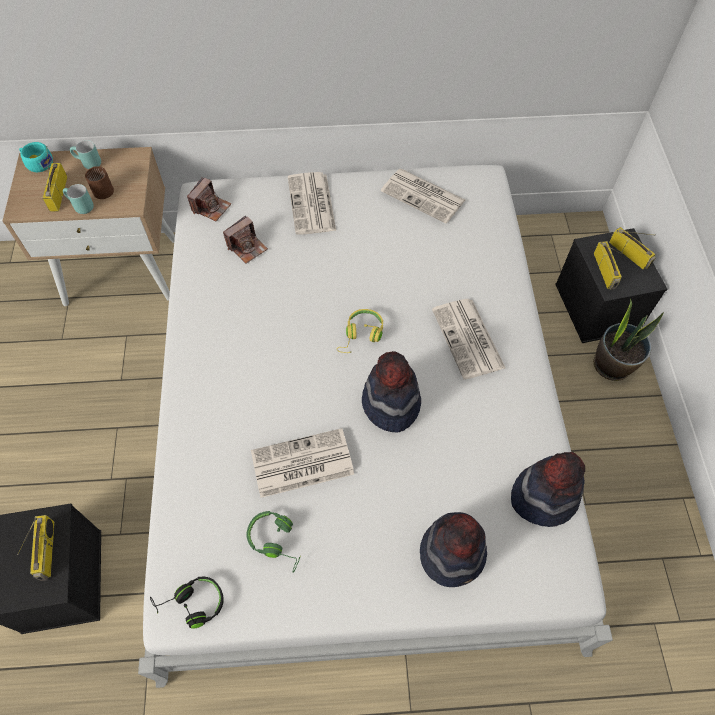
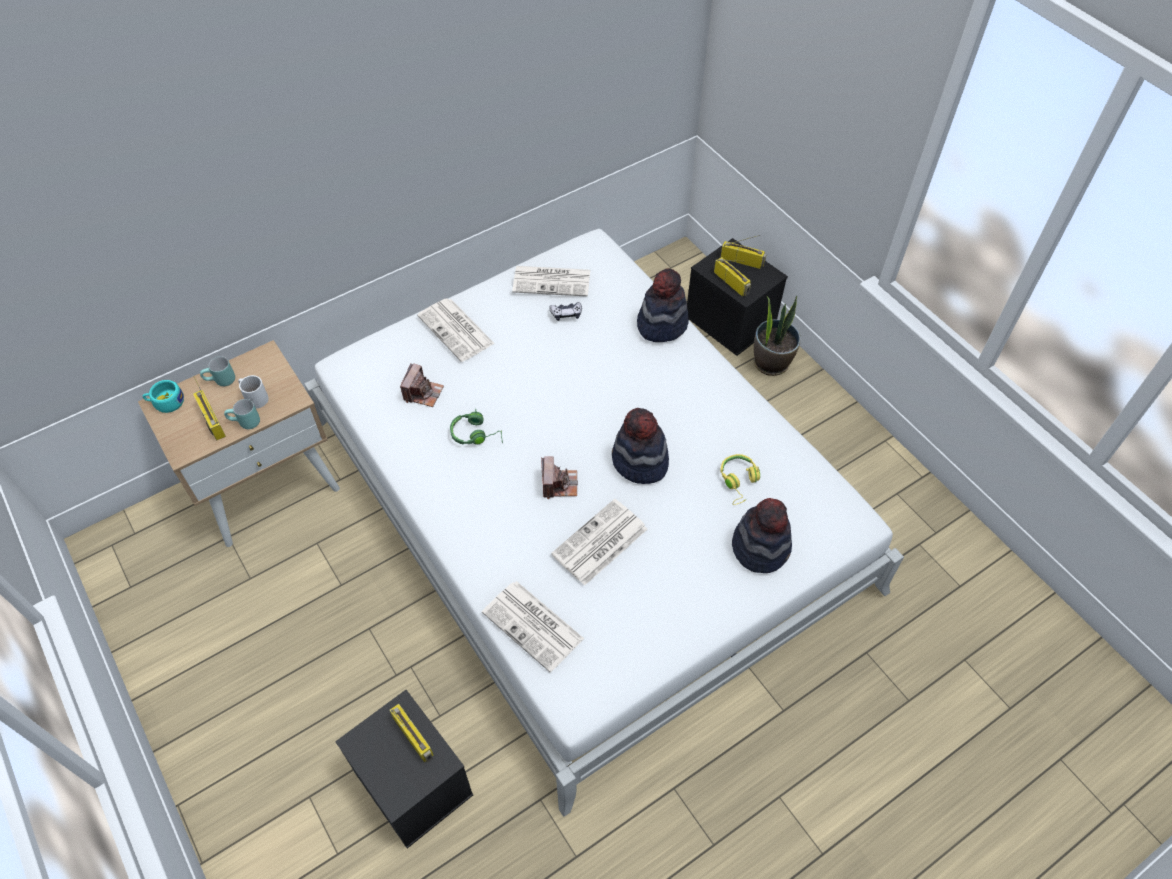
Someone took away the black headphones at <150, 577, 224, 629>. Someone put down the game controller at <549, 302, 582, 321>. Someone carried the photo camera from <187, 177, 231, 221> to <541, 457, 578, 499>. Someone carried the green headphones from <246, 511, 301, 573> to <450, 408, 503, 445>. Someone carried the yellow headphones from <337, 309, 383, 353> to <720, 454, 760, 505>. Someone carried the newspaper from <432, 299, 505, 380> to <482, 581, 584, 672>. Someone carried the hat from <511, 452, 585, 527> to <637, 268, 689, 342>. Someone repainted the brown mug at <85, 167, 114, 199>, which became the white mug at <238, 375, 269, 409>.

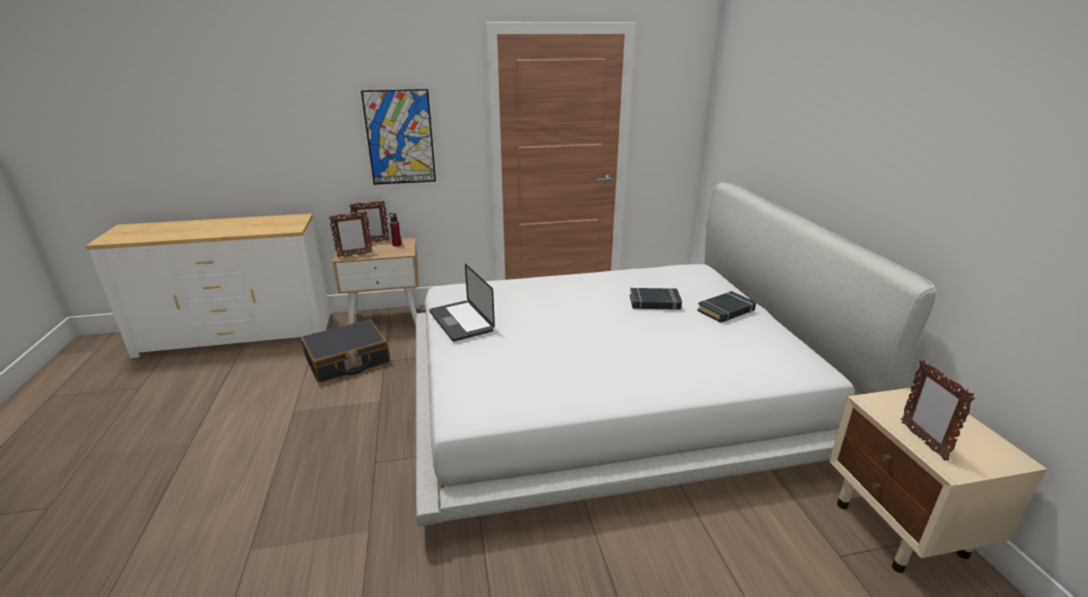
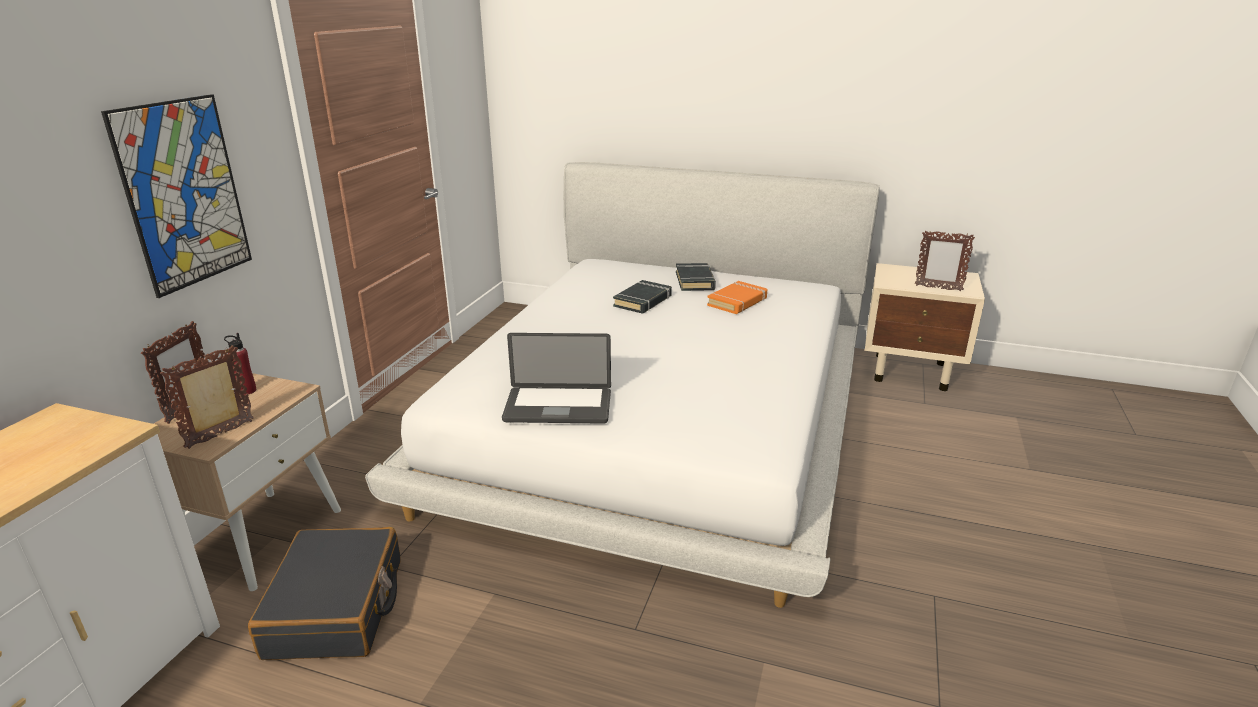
Someone put down the orange book at <707, 281, 767, 314>. Someone rotated the picture frame at <329, 211, 373, 258> by 150 degrees counterclockwise.

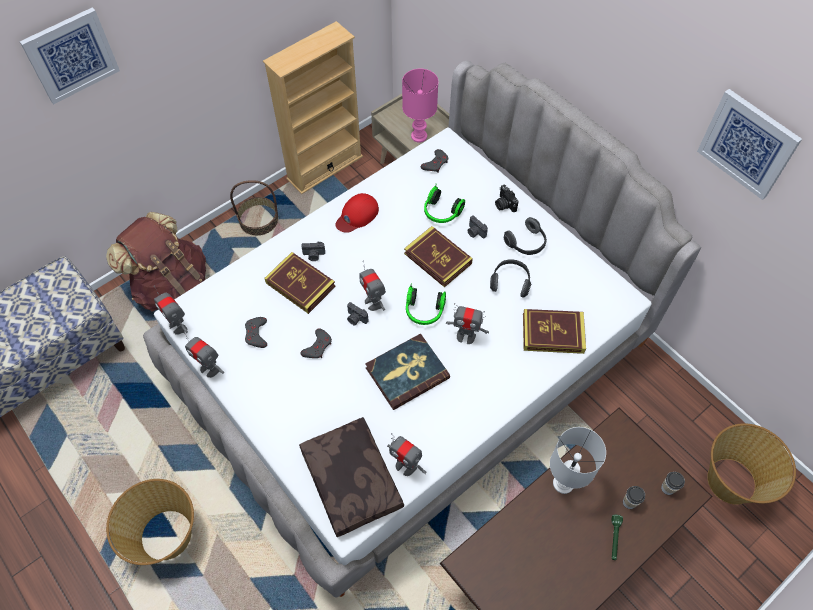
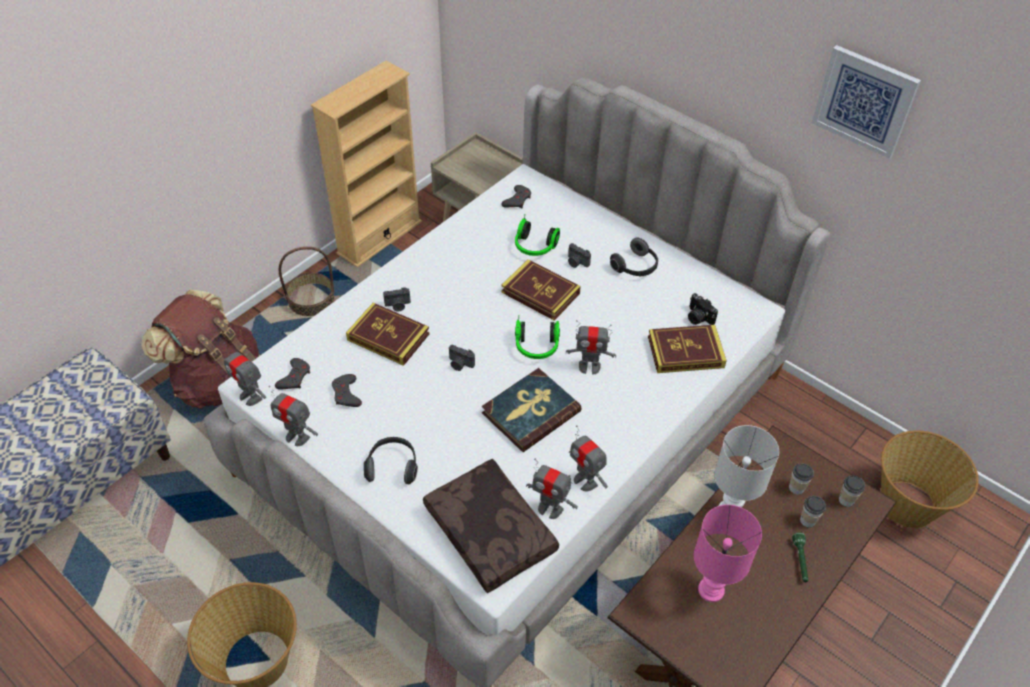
Someone took away the picture at <20, 7, 120, 104>. Someone took away the red cap at <336, 193, 379, 233>. Someone put down the cup at <789, 463, 814, 495>. Someone carried the grey game controller from <300, 329, 332, 358> to <275, 358, 310, 390>. Someone carried the toy robot from <359, 260, 386, 311> to <569, 425, 608, 492>. Someone carried the pink table lamp from <402, 69, 438, 143> to <694, 505, 762, 602>. Someone carried the headphones from <490, 259, 531, 297> to <363, 437, 418, 484>. Someone carried the photo camera from <495, 184, 518, 213> to <688, 293, 718, 325>.

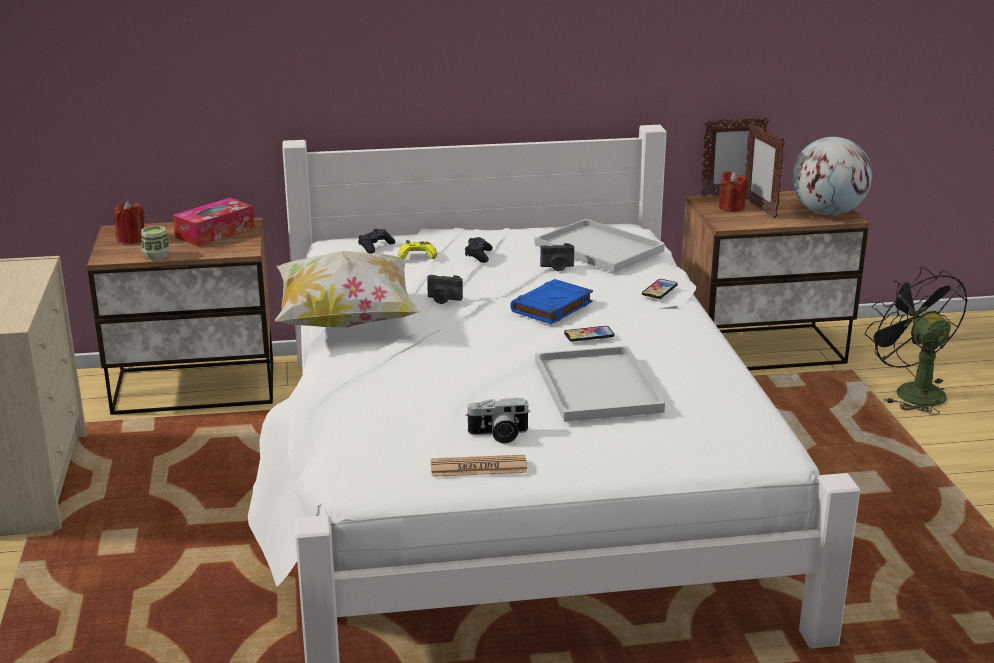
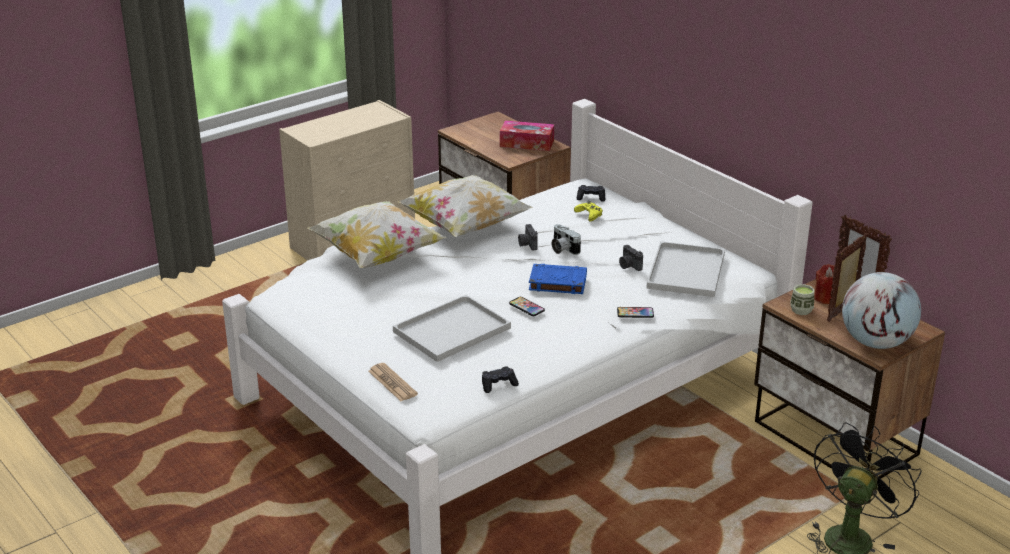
Someone took away the red candle at <114, 201, 144, 244>. Someone put down the pillow at <307, 201, 446, 268>. Someone carried the cup from <141, 226, 169, 260> to <790, 284, 814, 315>. Someone carried the newspaper from <431, 455, 528, 477> to <368, 363, 418, 401>. Someone carried the black game controller from <465, 237, 493, 263> to <482, 366, 519, 393>. Someone carried the photo camera from <465, 398, 530, 444> to <551, 224, 581, 255>.

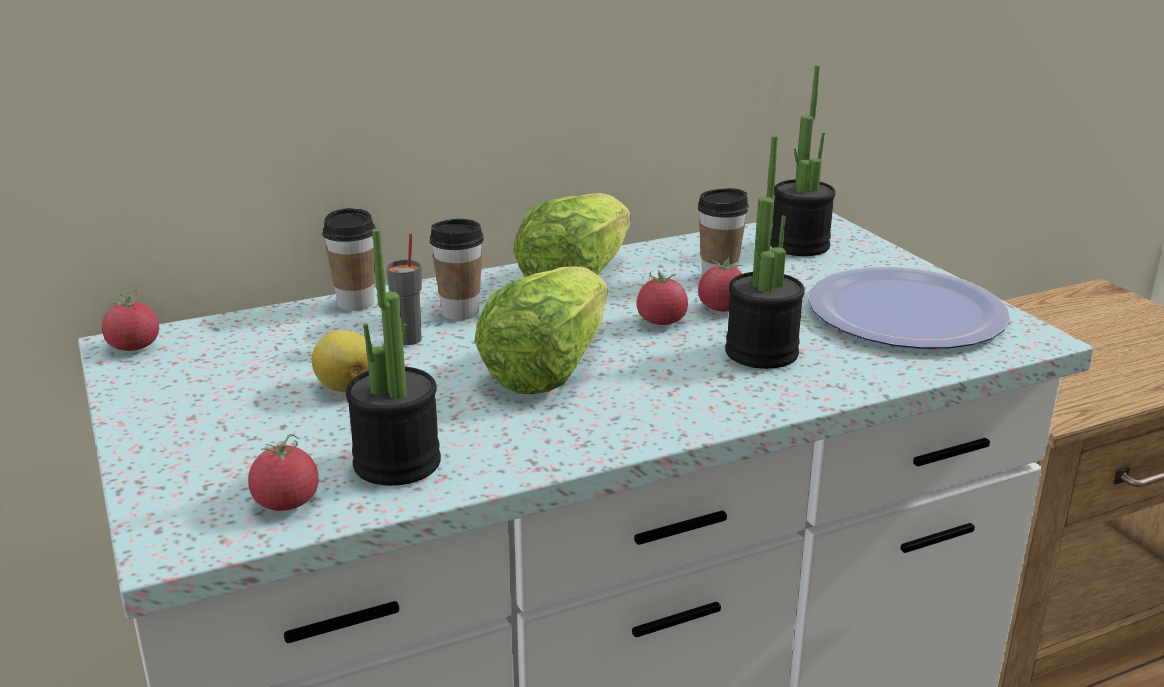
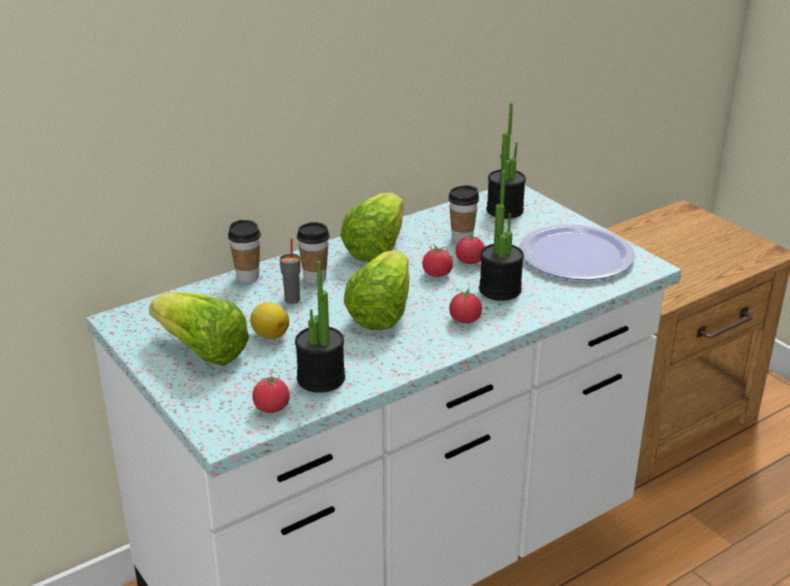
Someone put down the lettuce at <149, 292, 249, 366>. Someone carried the tomato from <102, 291, 159, 351> to <449, 286, 482, 323>.

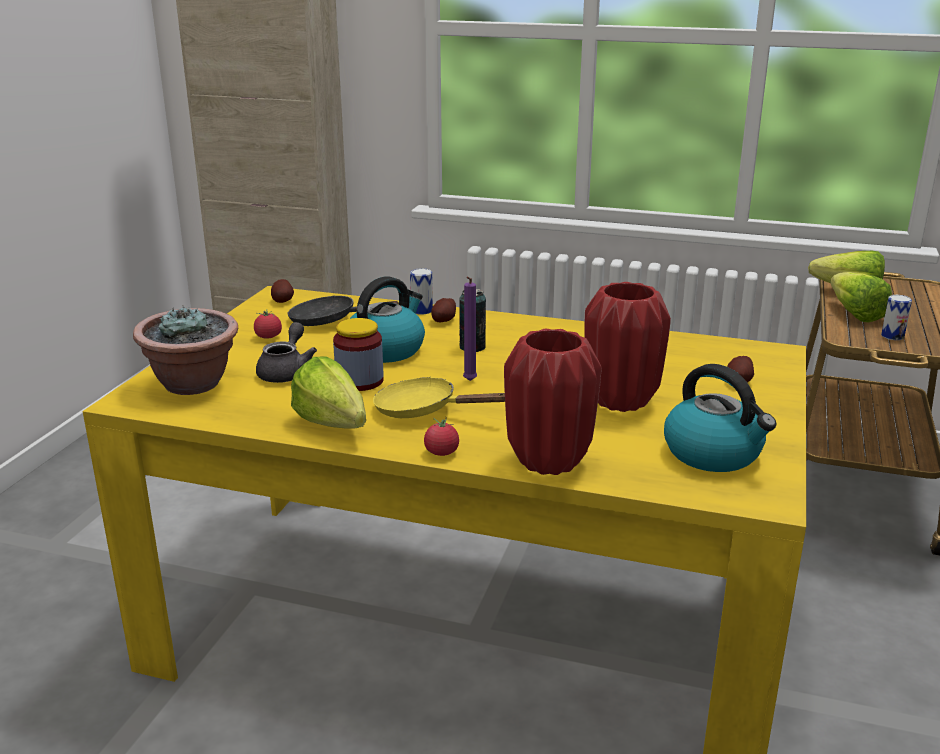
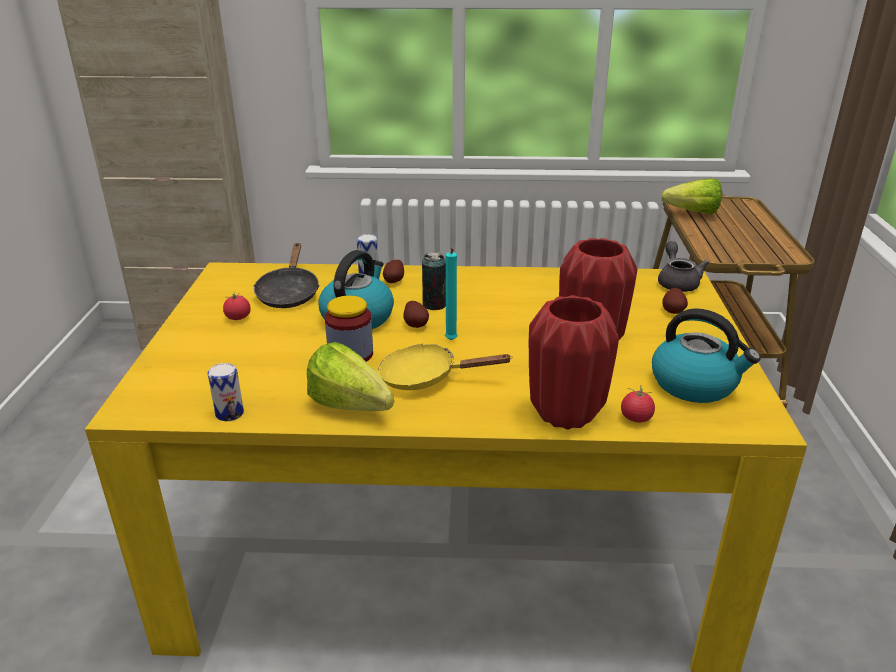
Someone took away the potted plant at <133, 305, 238, 395>. Someone took away the lettuce at <830, 272, 892, 323>. Someone carried the grey teapot from <256, 322, 317, 383> to <658, 241, 709, 292>. Someone carried the potato from <271, 279, 294, 303> to <403, 301, 429, 328>. Someone carried the tomato from <424, 416, 459, 456> to <621, 386, 655, 423>. Someone carried the can from <881, 295, 912, 340> to <207, 363, 244, 421>. Someone repainted the purple candle at <463, 277, 477, 381>, which became the turquoise candle at <445, 248, 458, 340>. Someone rotated the black frying pan at <287, 295, 399, 326> by 90 degrees counterclockwise.

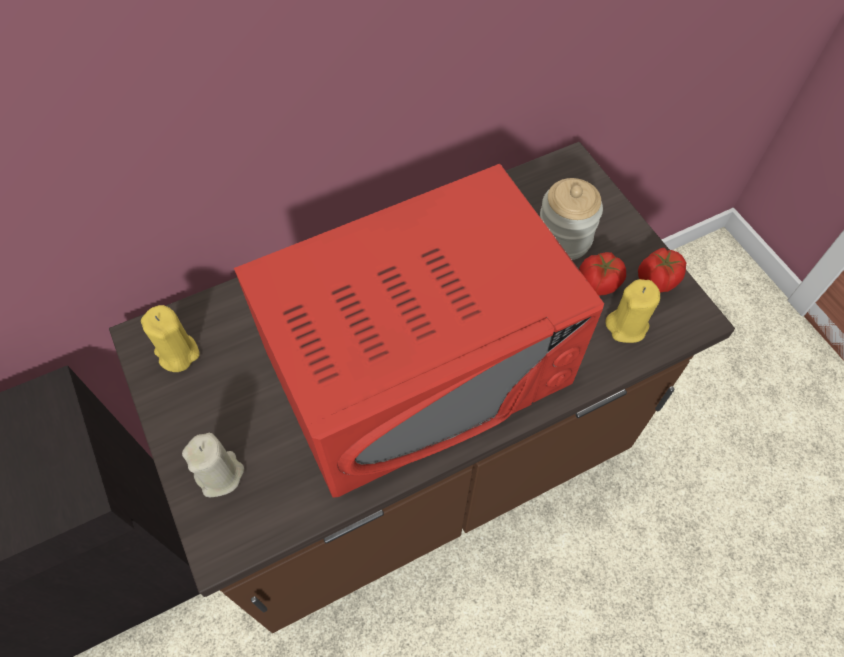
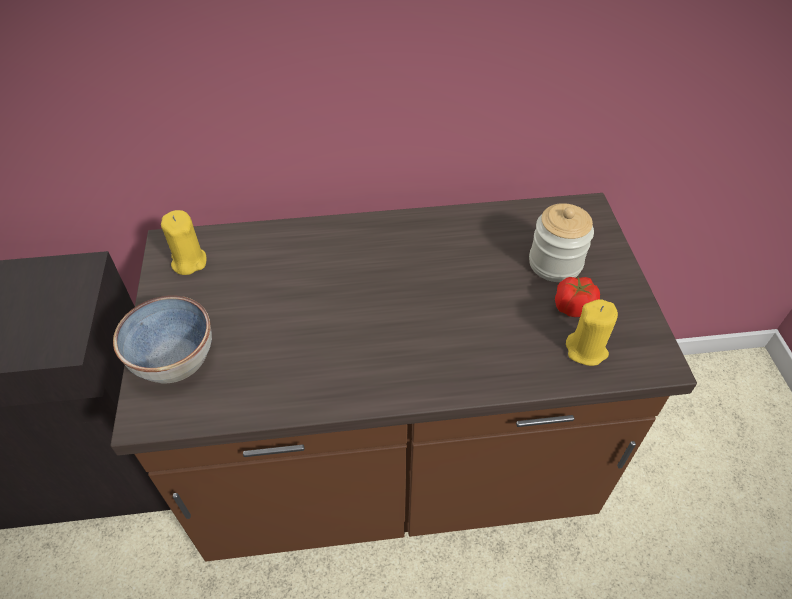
Someone took away the red microwave at <234, 164, 604, 498>. Someone took away the tomato at <638, 248, 686, 293>. Someone swapped the beige candle at <182, 433, 244, 497> for the bowl at <113, 296, 212, 383>.

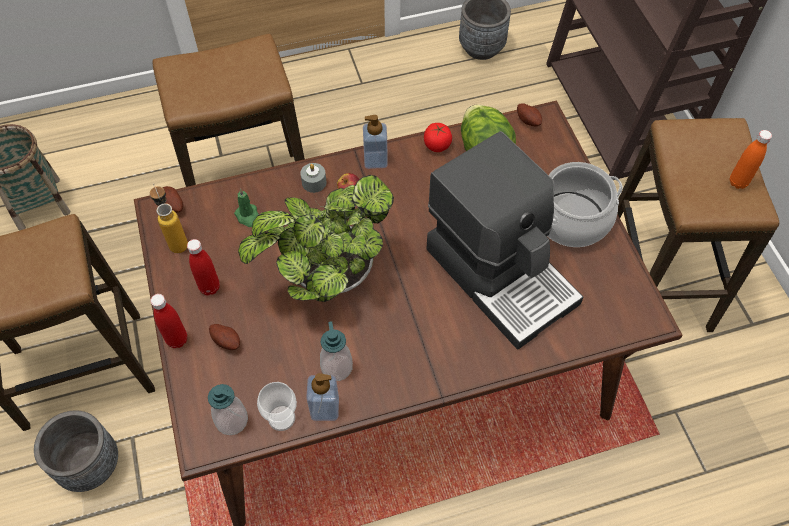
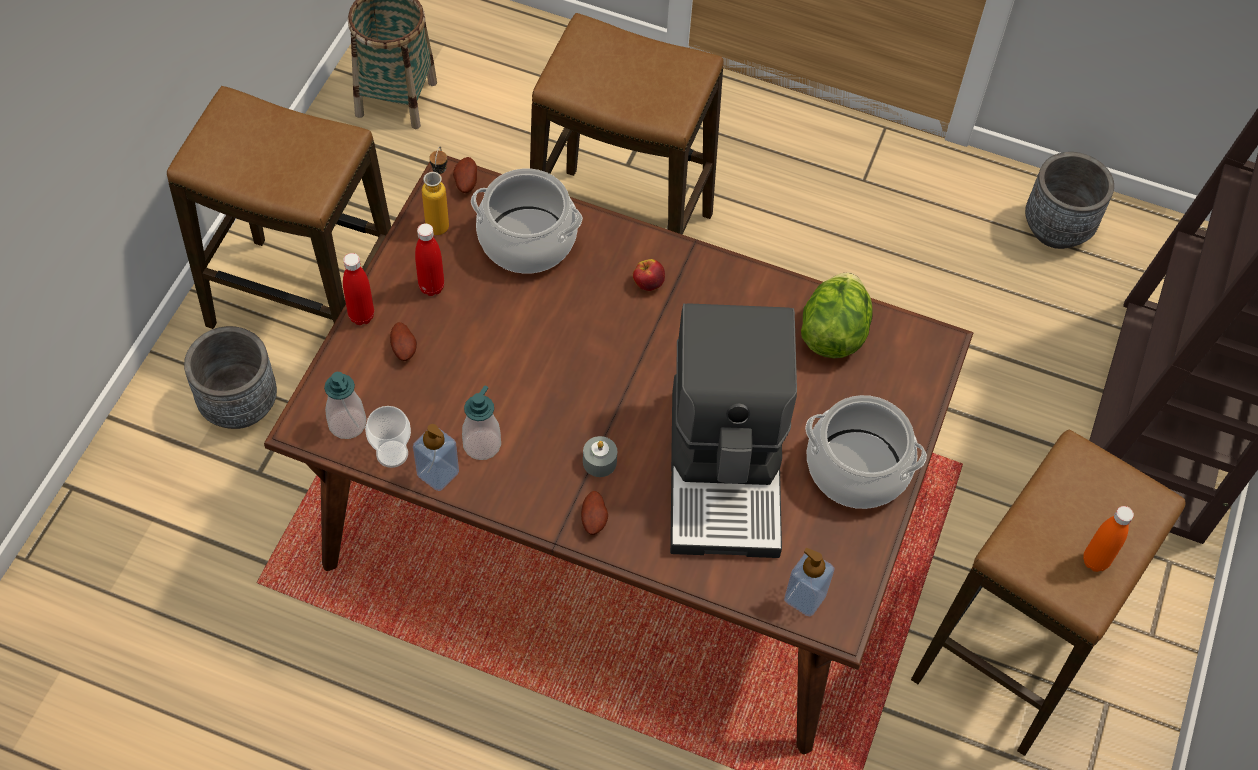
Someone took away the potted plant at <238, 175, 394, 302>. Someone took away the tomato at <424, 123, 452, 152>. Someone carried the grey candle from <300, 163, 326, 193> to <583, 436, 617, 477>. Someone carried the soap dispenser from <363, 115, 388, 169> to <784, 548, 835, 616>. Someone carried the potato from <517, 103, 542, 126> to <581, 491, 608, 535>. Someone swapped the green candle at <234, 188, 259, 227> for the cooking pot at <471, 168, 583, 274>.

